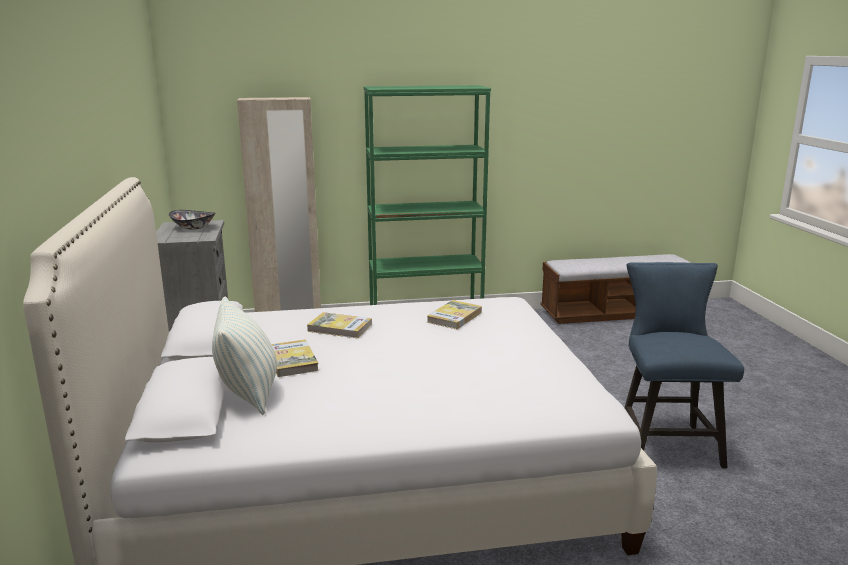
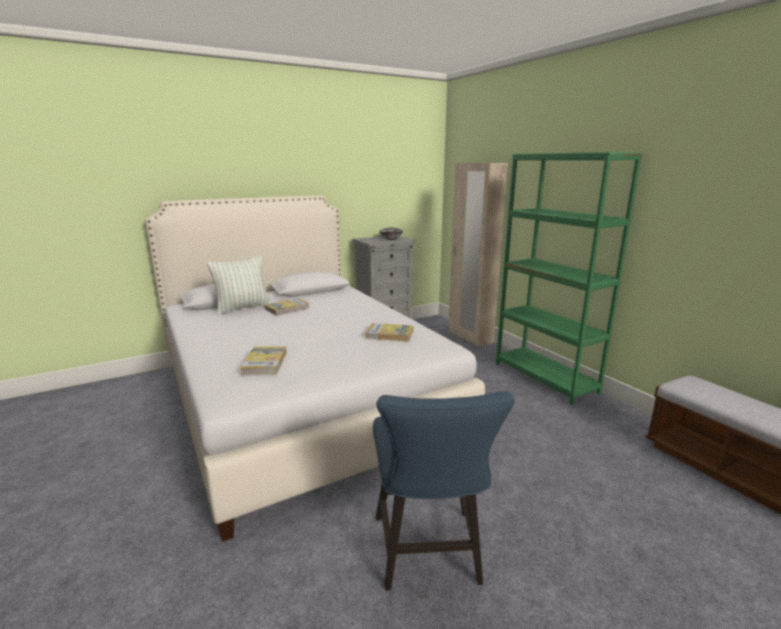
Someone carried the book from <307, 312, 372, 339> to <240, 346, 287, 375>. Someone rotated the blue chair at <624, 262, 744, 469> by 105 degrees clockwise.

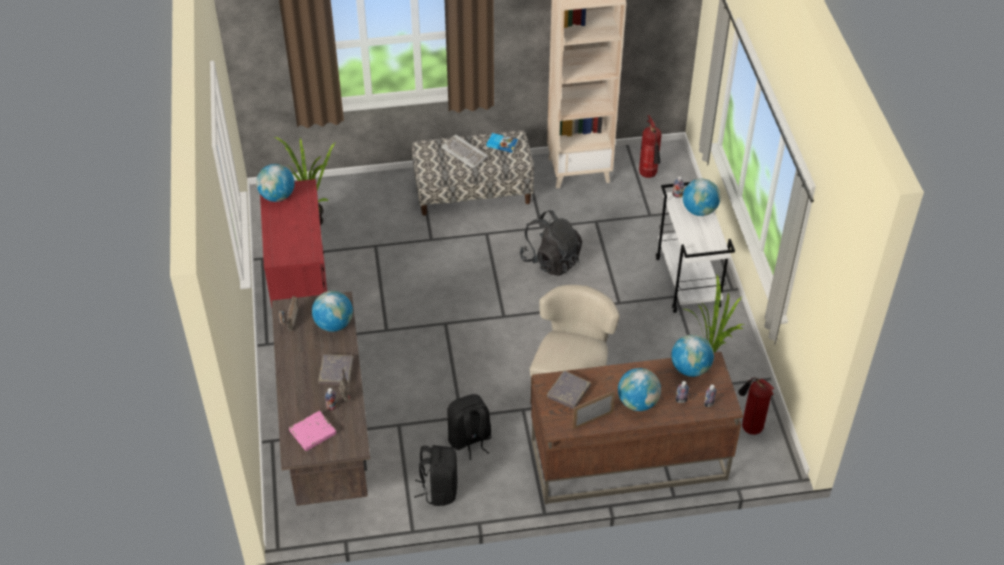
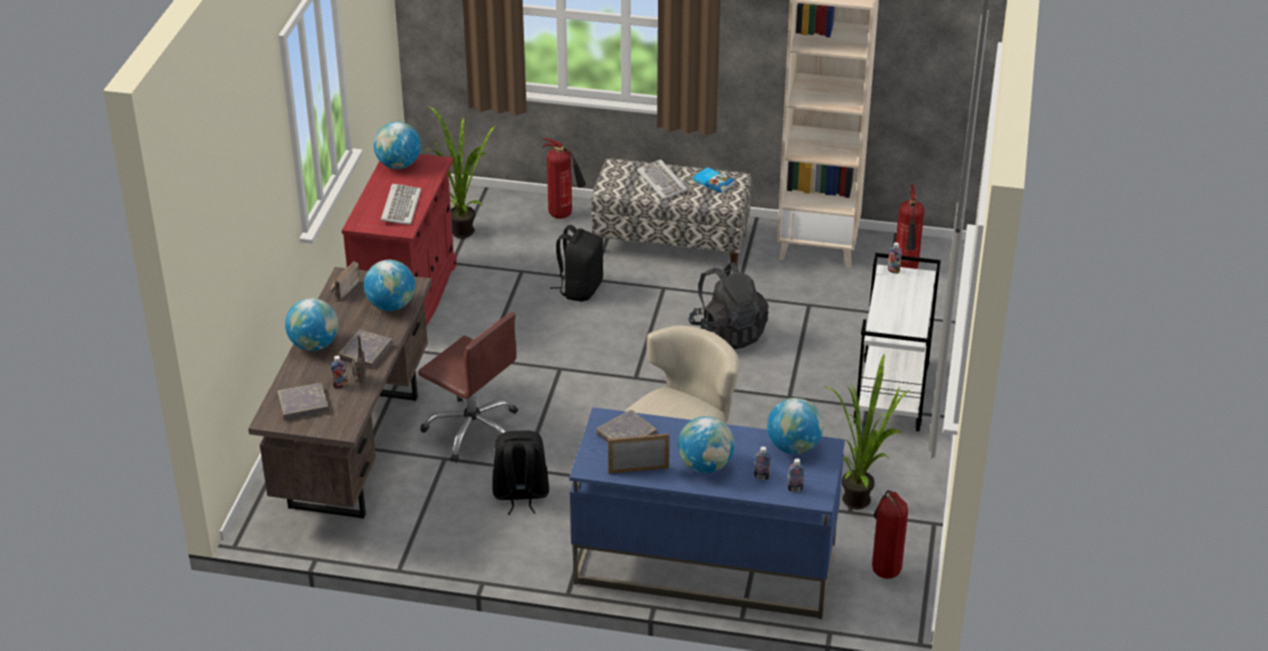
Someone put down the keyboard at <381, 184, 421, 225>. Someone put down the brown office chair at <418, 312, 518, 463>. Someone put down the fire extinguisher at <543, 138, 586, 219>. Someone carried the black backpack from <414, 445, 458, 506> to <550, 225, 603, 302>. Someone carried the globe from <683, 179, 720, 216> to <285, 298, 338, 351>. Someone repainted the pink book at <289, 411, 337, 451>, which became the grey book at <277, 383, 329, 420>. Someone repainted the brown desk at <531, 352, 743, 504>, which became the blue desk at <569, 407, 845, 619>.

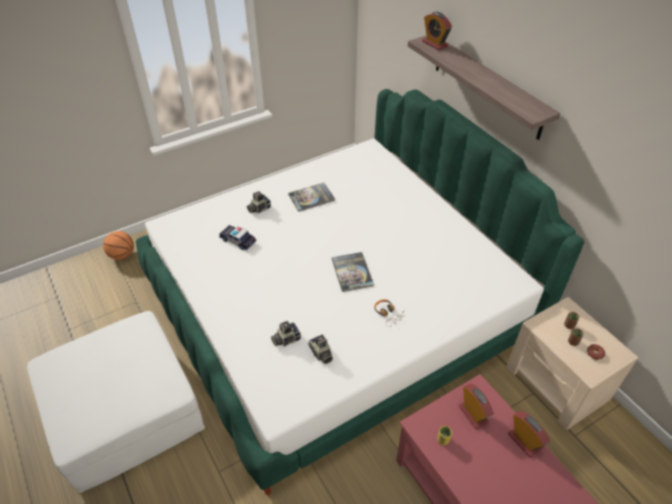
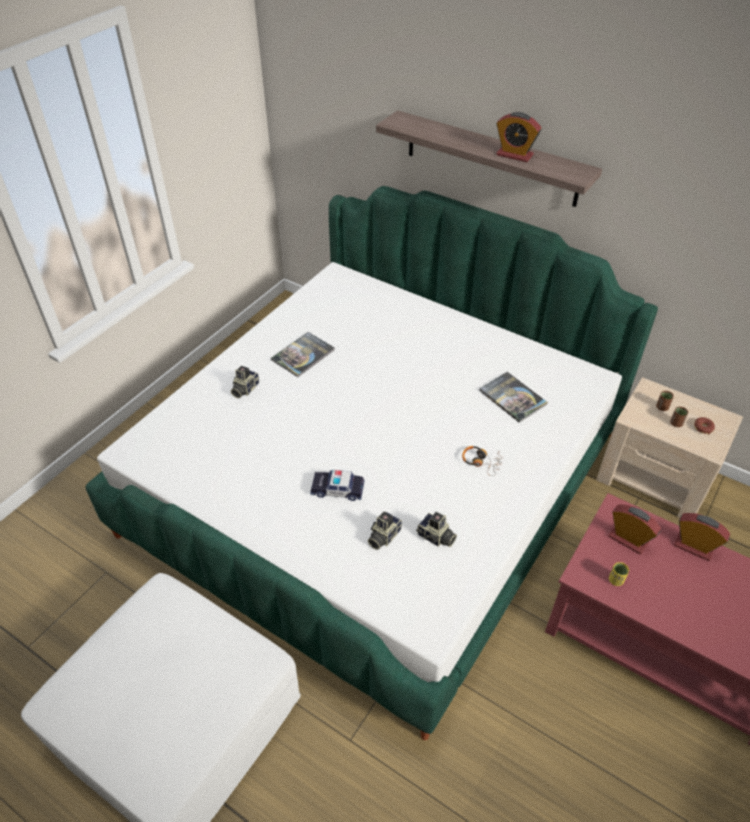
Someone took away the basketball at <103, 231, 134, 260>. Someone carried the toy car from <219, 225, 256, 251> to <310, 470, 364, 501>. Someone carried the book from <331, 252, 374, 292> to <479, 372, 548, 423>. Someone carried the alarm clock from <422, 12, 452, 50> to <496, 112, 541, 162>.

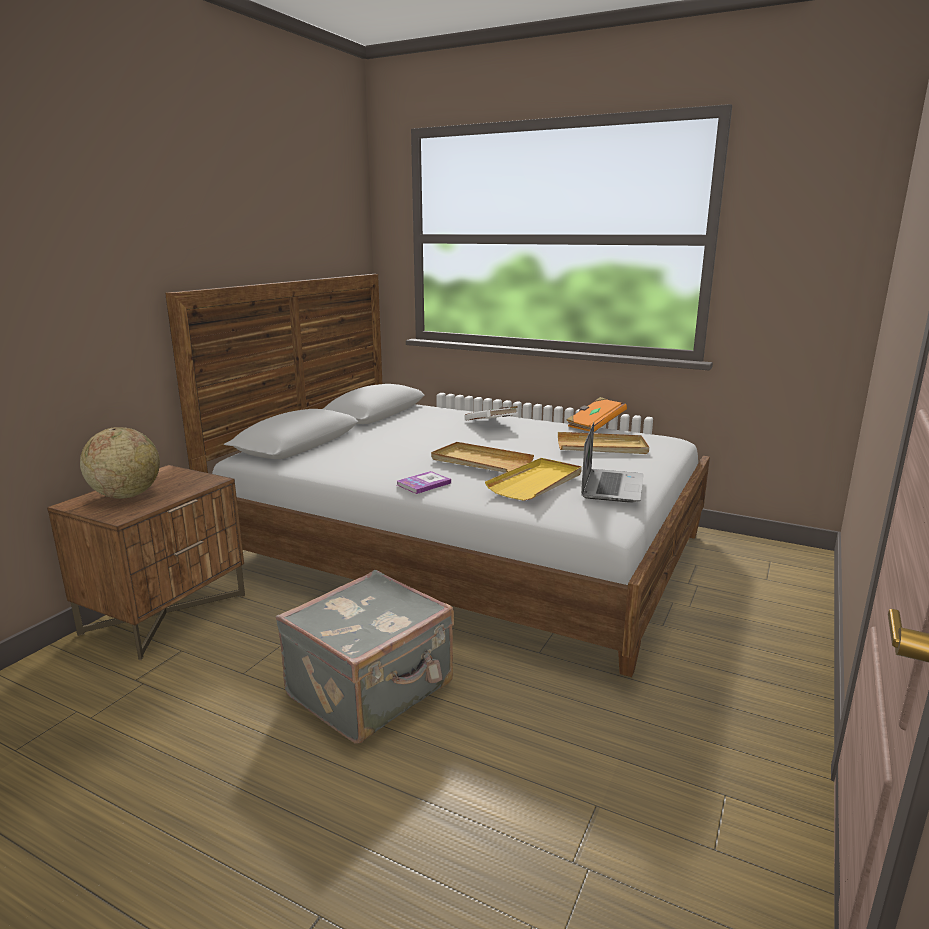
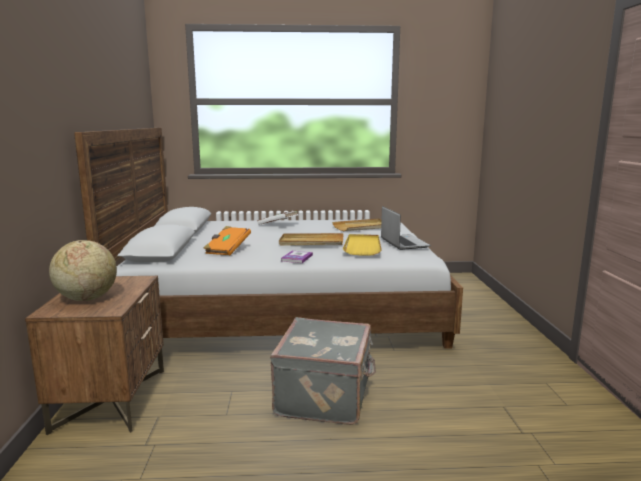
Someone carried the orange book from <566, 397, 627, 432> to <204, 226, 251, 255>.

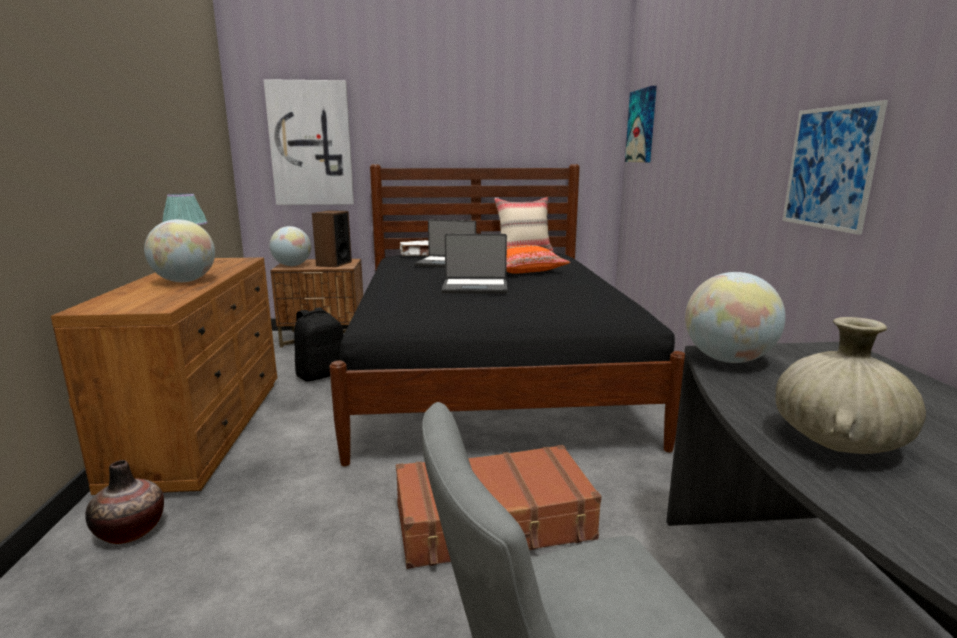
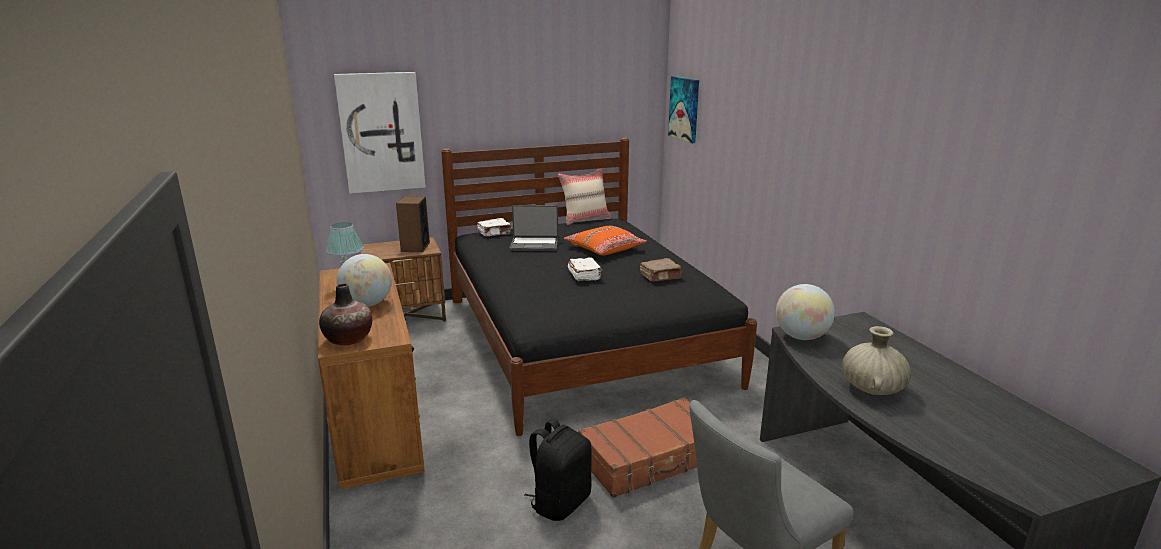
Someone took away the globe at <270, 226, 311, 266>. Someone took away the picture at <782, 100, 888, 235>. Someone put down the brown book at <640, 258, 682, 282>. Someone carried the vase from <85, 460, 164, 544> to <319, 283, 372, 345>. Someone carried the black backpack from <294, 307, 343, 382> to <524, 418, 592, 521>. Someone swapped the laptop at <442, 234, 507, 294> for the white book at <568, 257, 602, 281>.

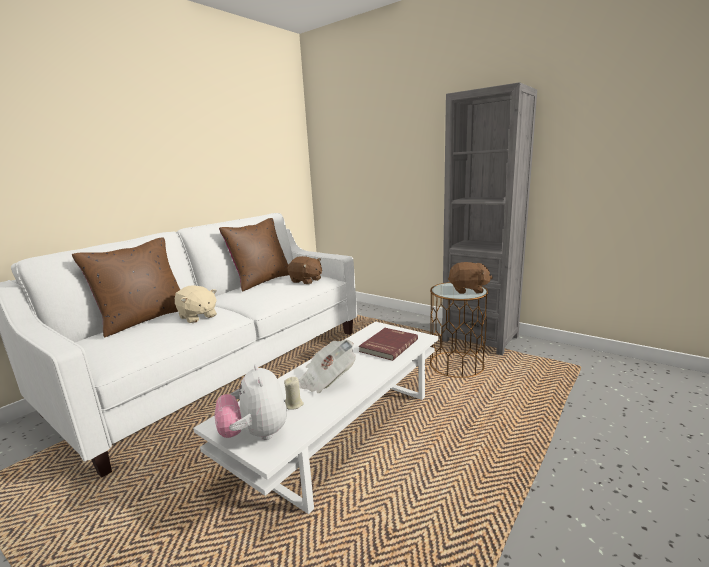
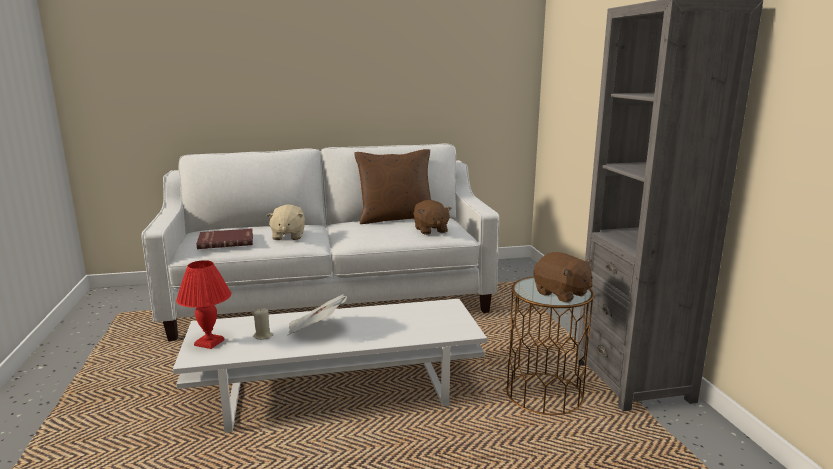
Someone took away the brown pillow at <72, 237, 180, 338>. Someone carried the red book from <359, 328, 418, 361> to <196, 229, 253, 249>. Someone swapped the plush toy at <214, 364, 287, 440> for the red table lamp at <176, 260, 231, 349>.

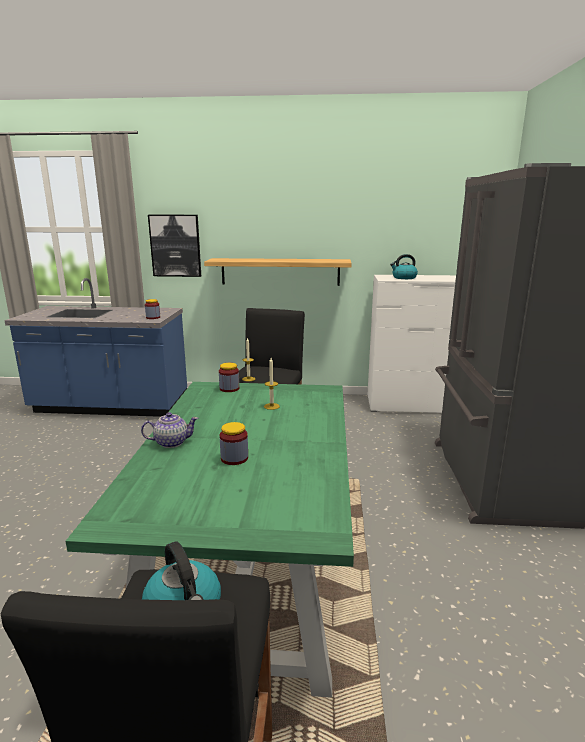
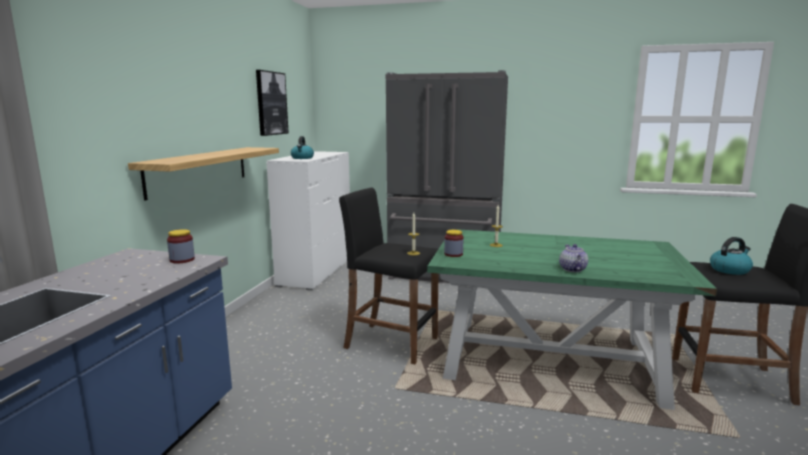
Someone took away the jar at <220, 422, 248, 465>. Someone carried the picture from <148, 215, 201, 277> to <256, 70, 289, 136>.

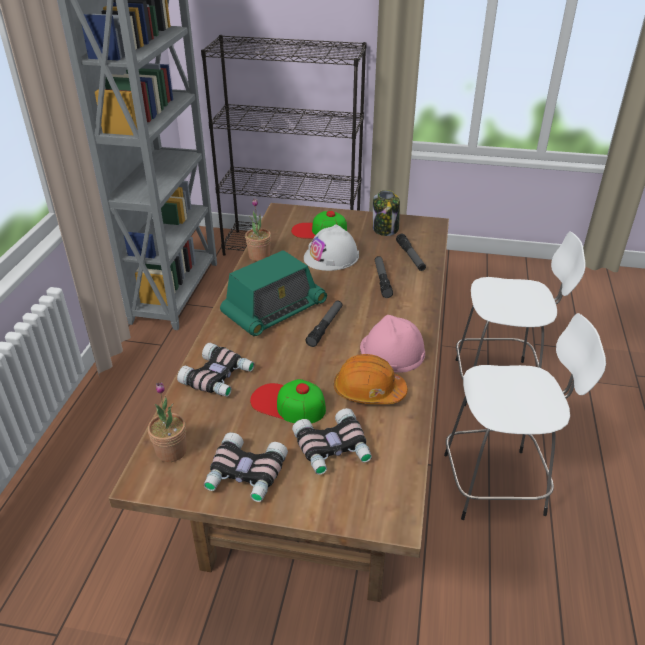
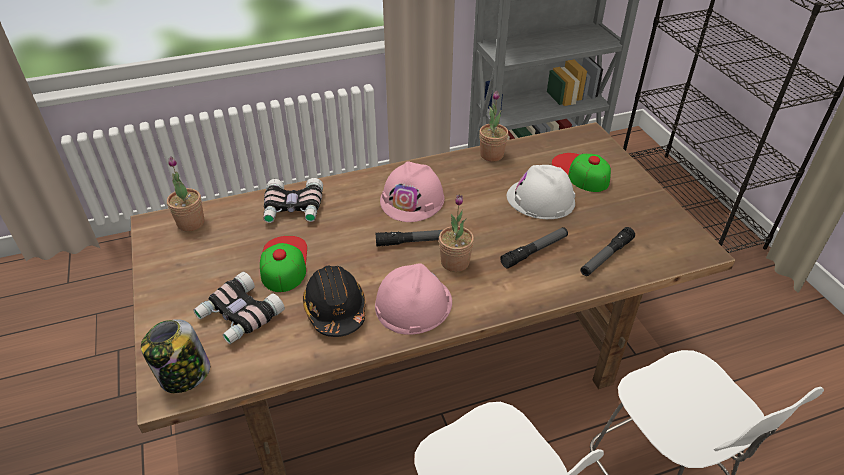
Someone took away the binoculars at <204, 432, 288, 502>. Someone put down the potted plant at <439, 195, 474, 272>. Someone carried the jar from <373, 190, 400, 236> to <141, 319, 210, 393>. Someone swapped the radio at <220, 250, 327, 337> for the pink hard hat at <380, 161, 444, 222>. Someone repainted the orange hard hat at <334, 354, 408, 404>, which became the black hard hat at <303, 266, 365, 337>.

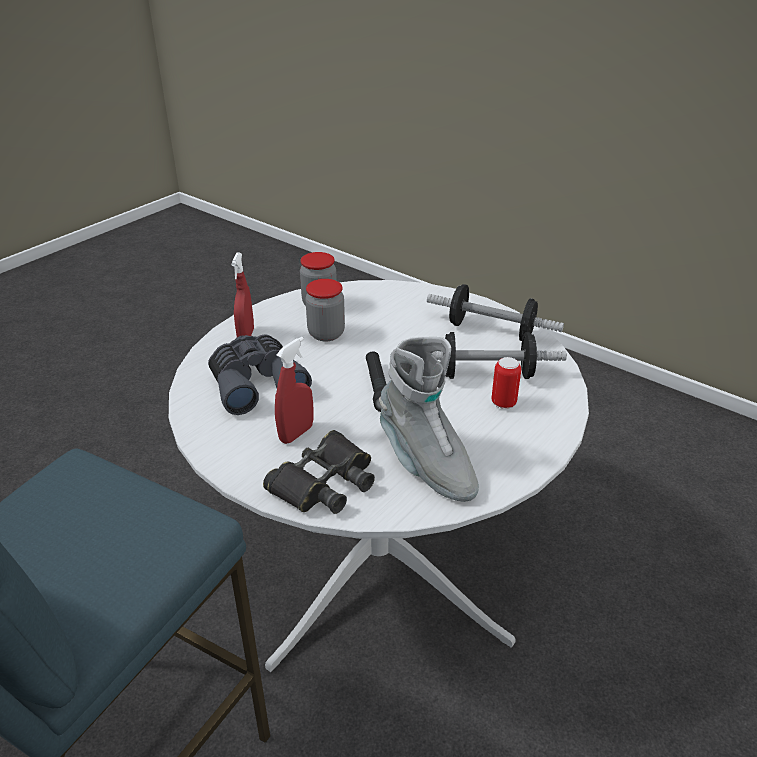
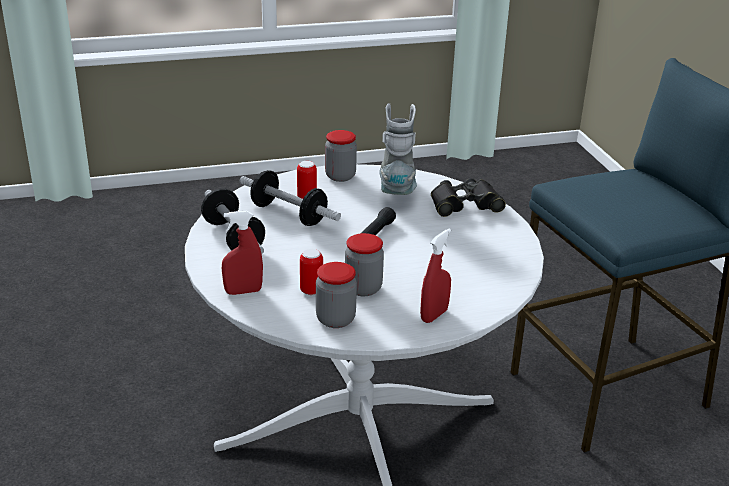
Someone took away the grey binoculars at <208, 334, 312, 415>. Someone put down the can at <300, 249, 323, 295>. Someone put down the jar at <325, 130, 357, 182>. Someone carried the red spray bottle from <275, 336, 314, 444> to <222, 211, 263, 295>.

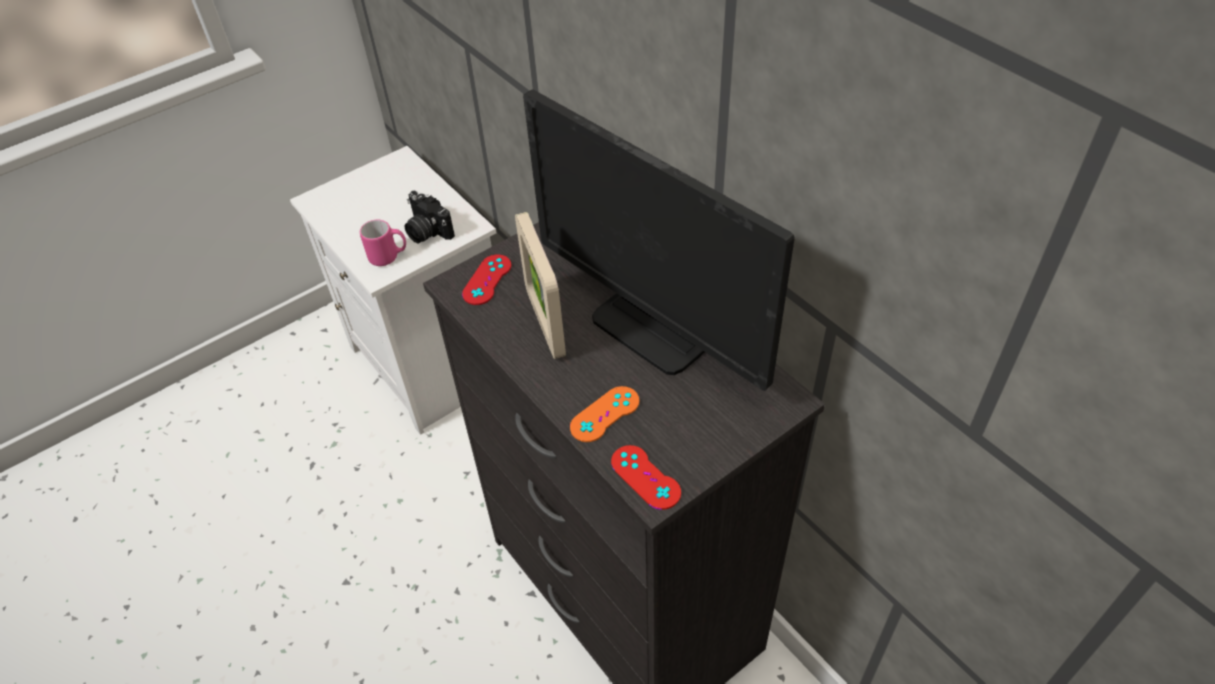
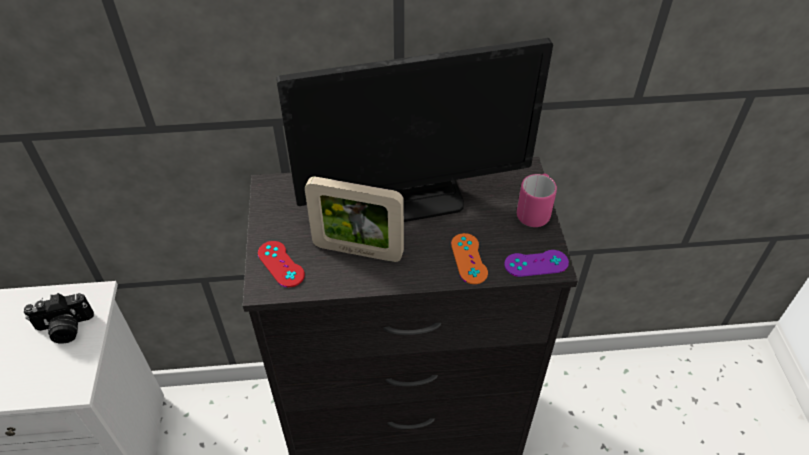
Someone carried the pink mug from <360, 220, 406, 266> to <517, 173, 557, 227>. Someone repainted the red game controller at <611, 445, 681, 510>, which became the purple game controller at <504, 250, 569, 277>.

